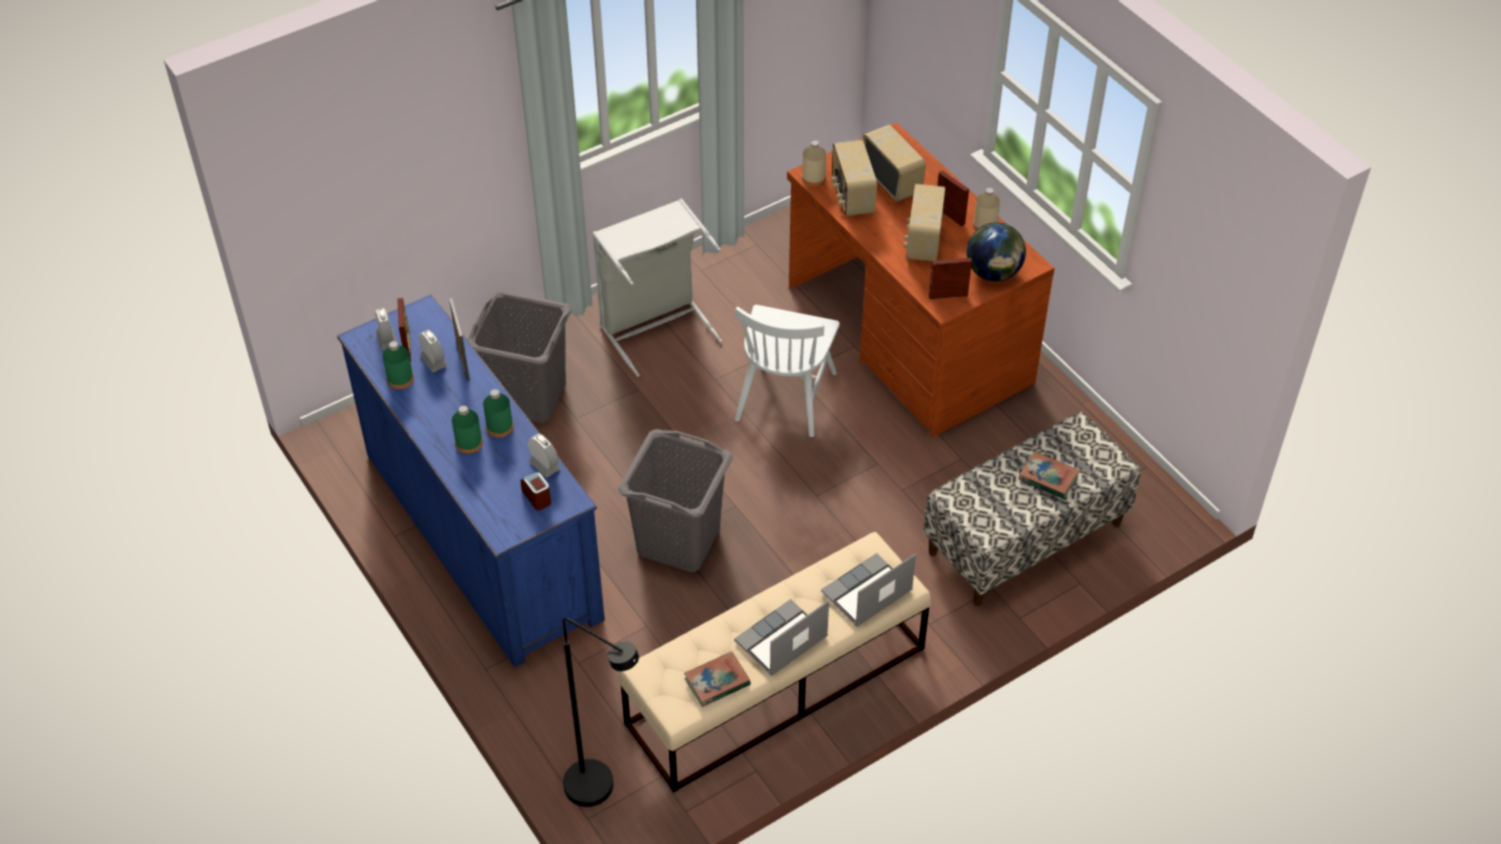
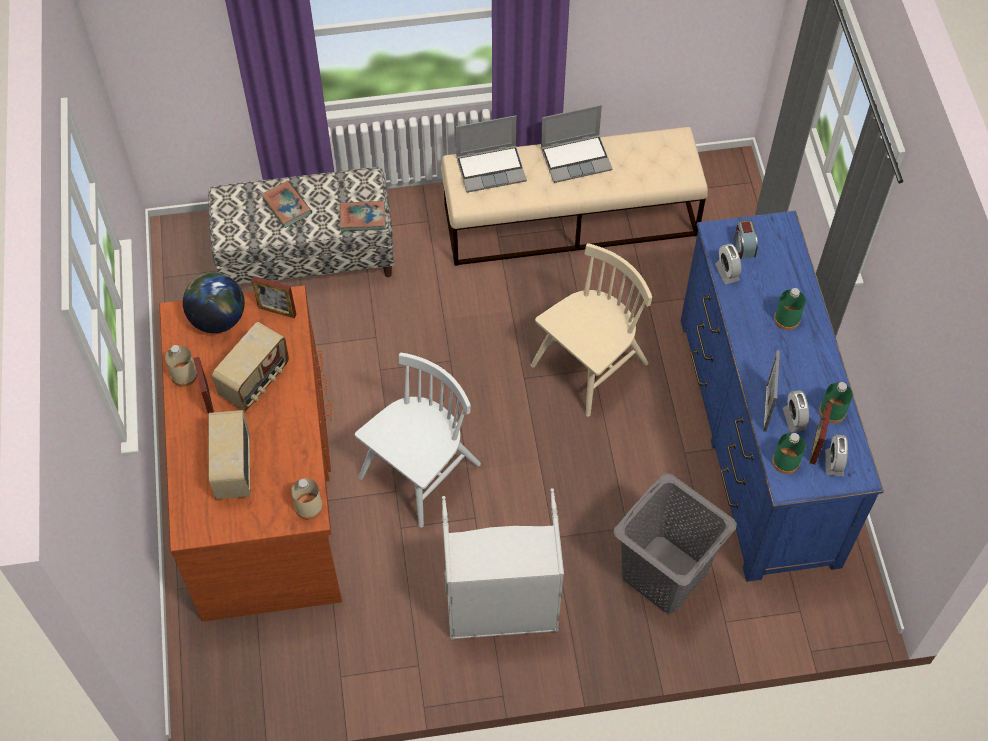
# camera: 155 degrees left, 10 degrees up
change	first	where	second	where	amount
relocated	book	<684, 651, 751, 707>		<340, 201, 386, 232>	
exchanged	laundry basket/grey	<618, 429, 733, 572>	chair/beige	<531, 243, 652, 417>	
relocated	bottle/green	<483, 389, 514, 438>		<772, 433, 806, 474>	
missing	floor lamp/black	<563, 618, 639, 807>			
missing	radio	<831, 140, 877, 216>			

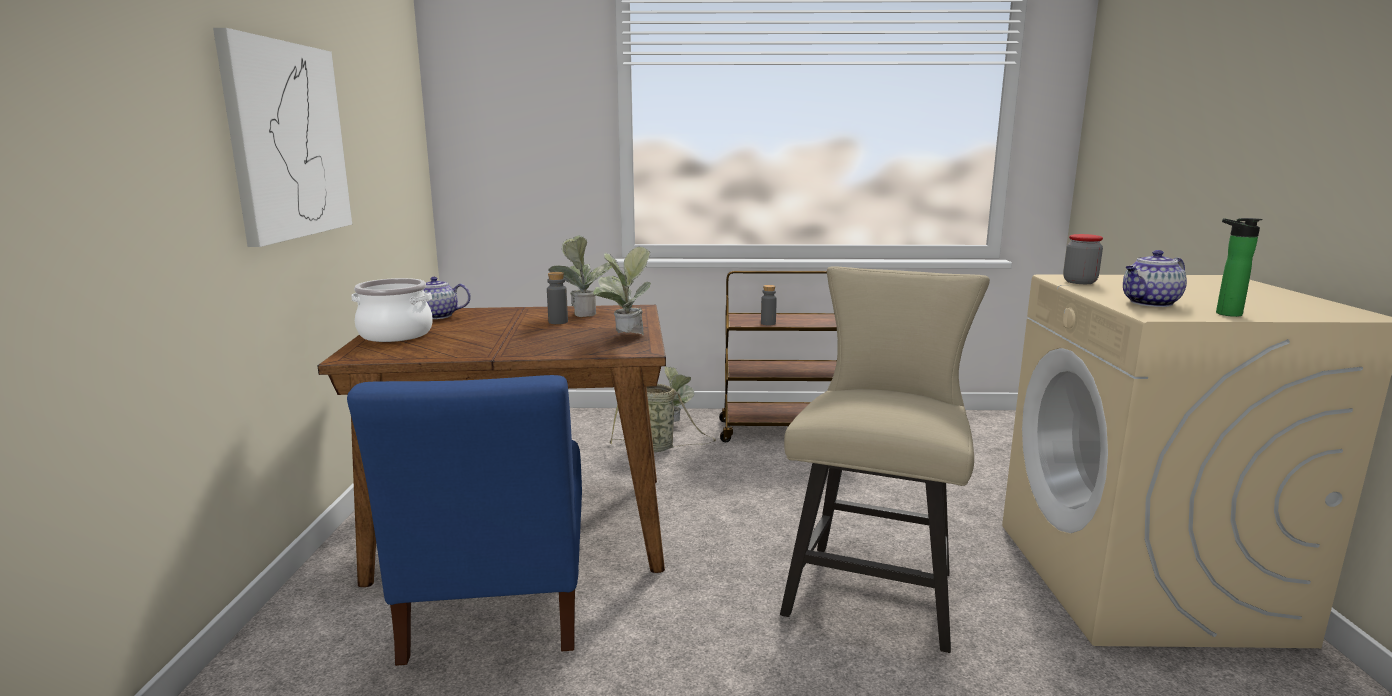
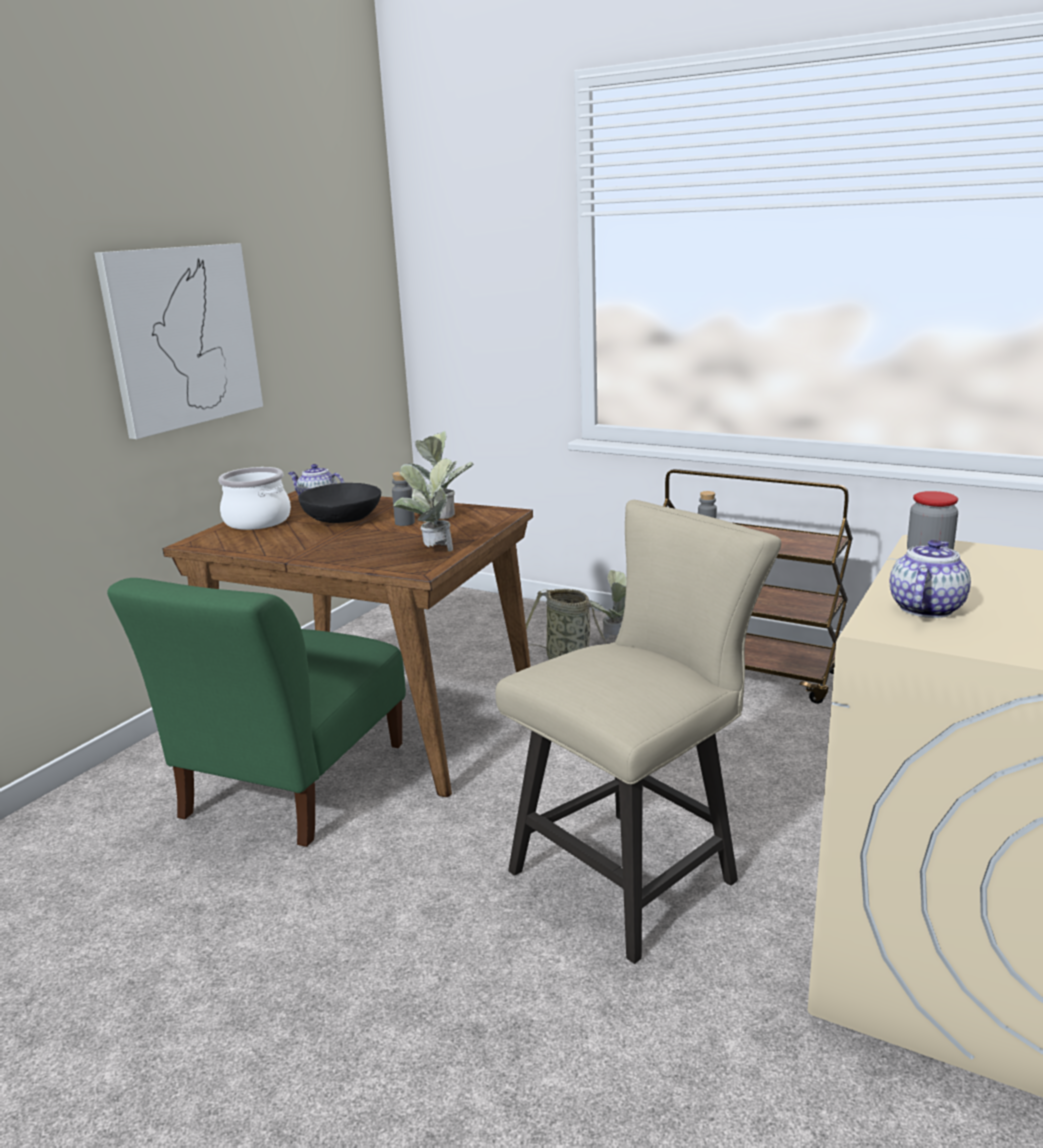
# camera: 30 degrees right, 5 degrees up
change	first	where	second	where	amount
colour	chair/blue	<347, 375, 582, 666>	chair/green	<107, 578, 406, 847>	
appeared			bowl/black	<298, 483, 381, 523>	
spun	teapot	<1123, 250, 1187, 307>		<890, 540, 971, 618>	120 degrees clockwise
missing	bottle	<1216, 218, 1263, 317>			

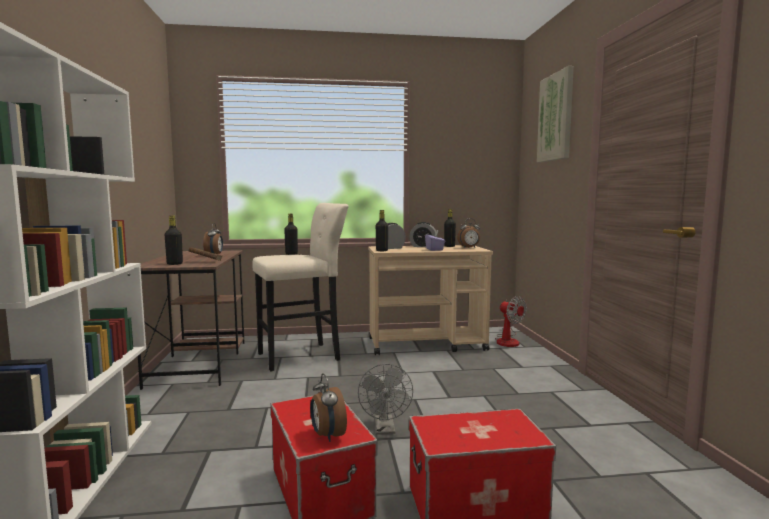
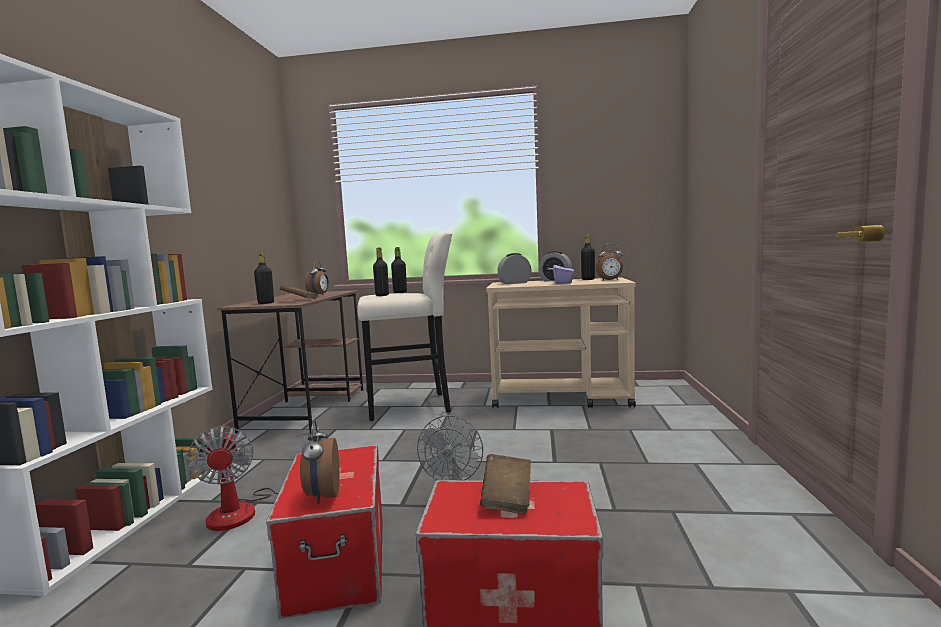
# camera: 15 degrees right, 0 degrees up
change	first	where	second	where	amount
relocated	fan	<495, 296, 527, 347>		<187, 426, 312, 531>	
relocated	bottle/black	<376, 210, 388, 251>		<373, 248, 389, 296>	
appeared			book/brown	<480, 454, 531, 514>	
missing	picture	<537, 66, 574, 163>			

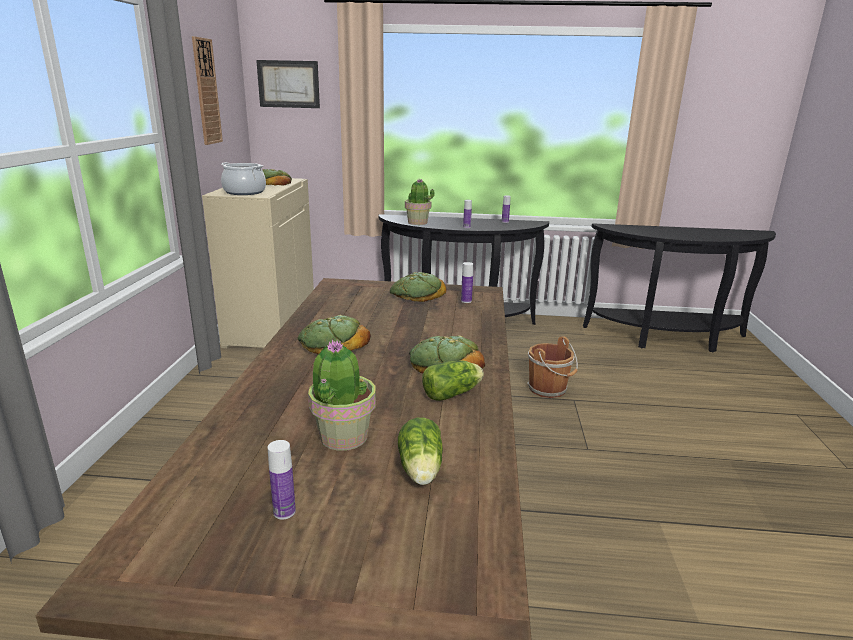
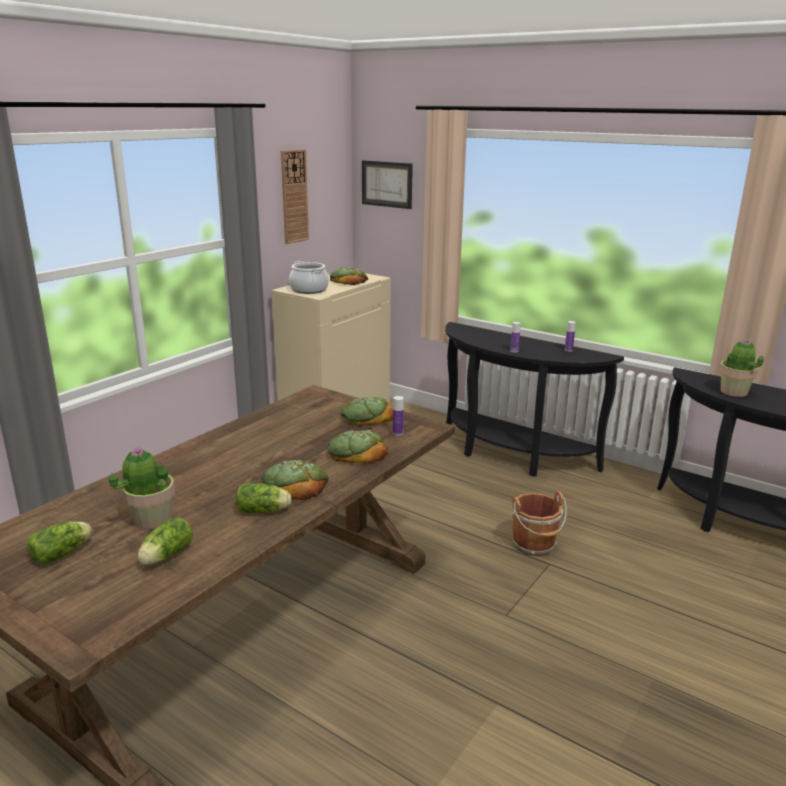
# camera: 30 degrees right, 0 degrees up
change	first	where	second	where	amount
exchanged	bottle	<268, 440, 296, 520>	lettuce	<27, 521, 92, 564>	
relocated	bread	<298, 315, 371, 354>		<328, 430, 388, 463>	
relocated	potted plant	<405, 179, 435, 225>		<719, 339, 764, 397>	

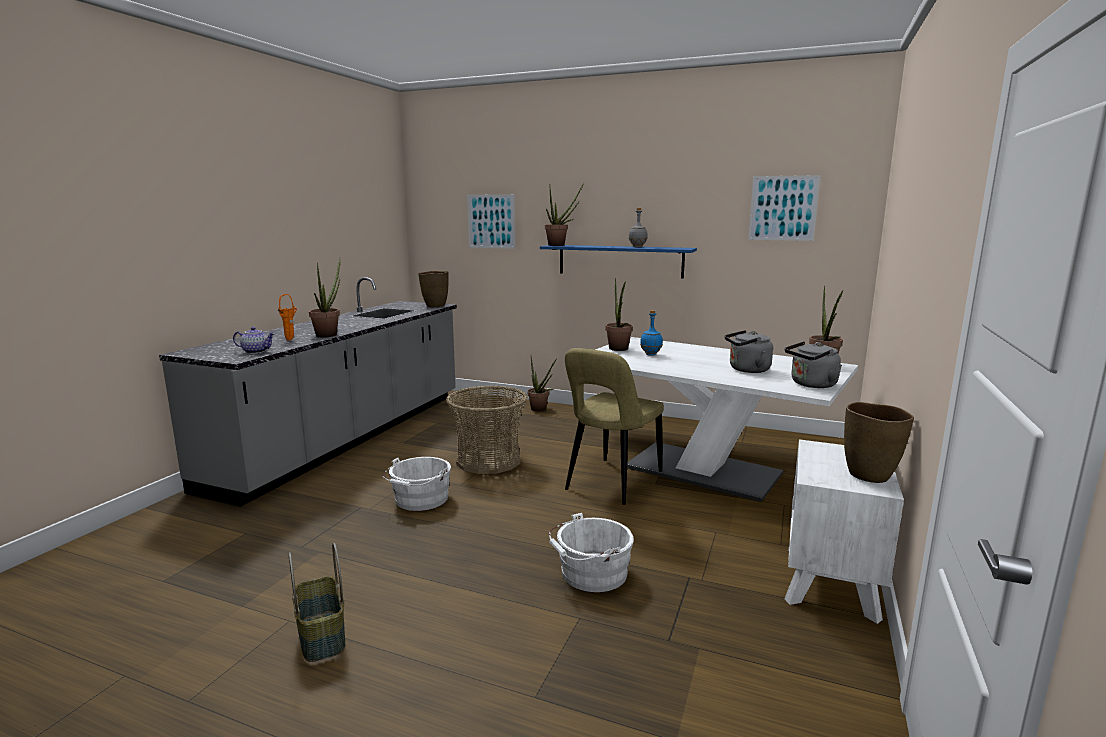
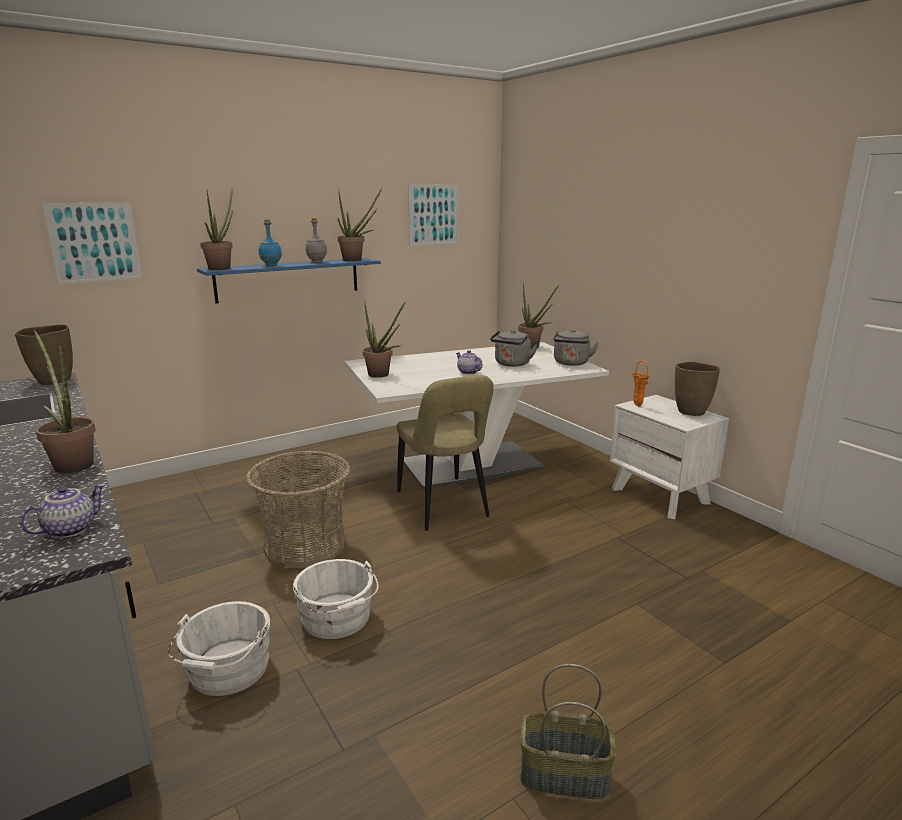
# camera: 55 degrees left, 5 degrees up
change	first	where	second	where	amount
relocated	bucket/white	<549, 513, 634, 592>		<168, 601, 270, 696>	
relocated	bottle/blue	<640, 310, 663, 356>		<259, 219, 282, 266>	
relocated	potted plant	<528, 357, 557, 411>		<337, 188, 382, 261>	
appeared			teapot	<456, 350, 483, 374>	
relocated	vase/orange	<278, 294, 297, 341>		<632, 360, 649, 407>	

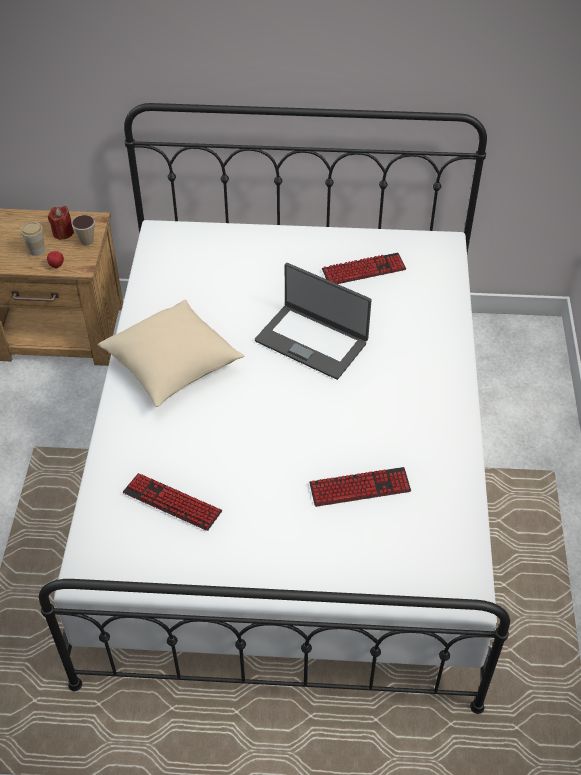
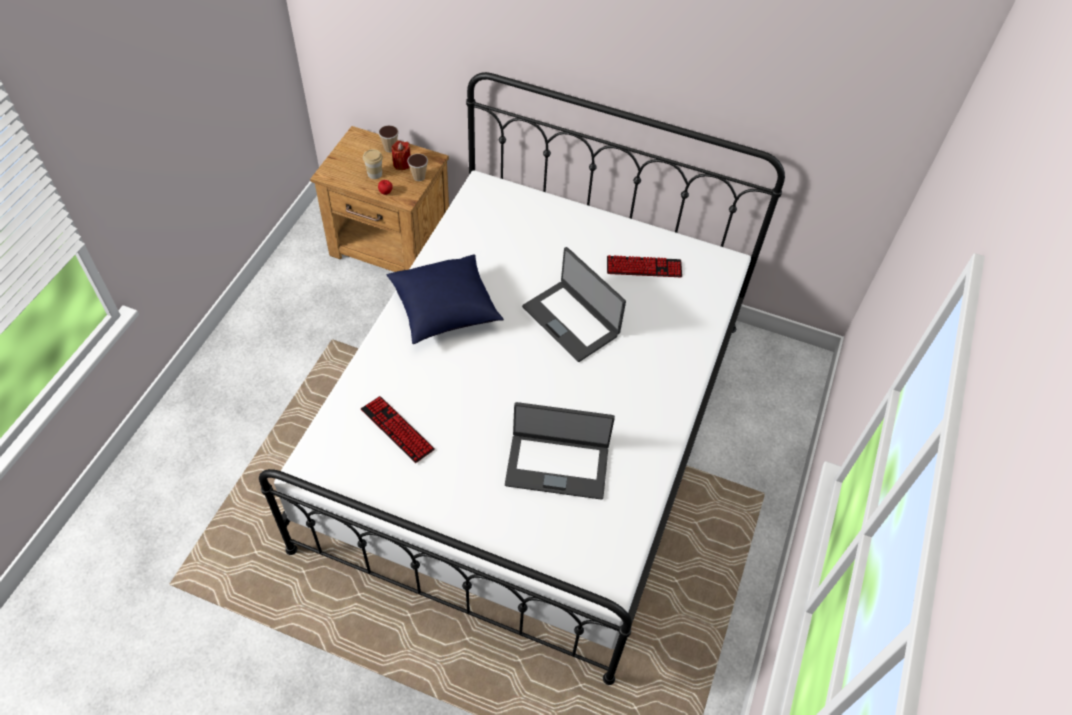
# camera: 15 degrees right, 5 degrees up
change	first	where	second	where	amount
appeared			cup	<378, 125, 399, 152>	
colour	pillow/beige	<97, 300, 244, 407>	pillow/blue	<387, 255, 504, 344>	
exchanged	keyboard	<309, 467, 411, 507>	laptop	<505, 402, 615, 500>	

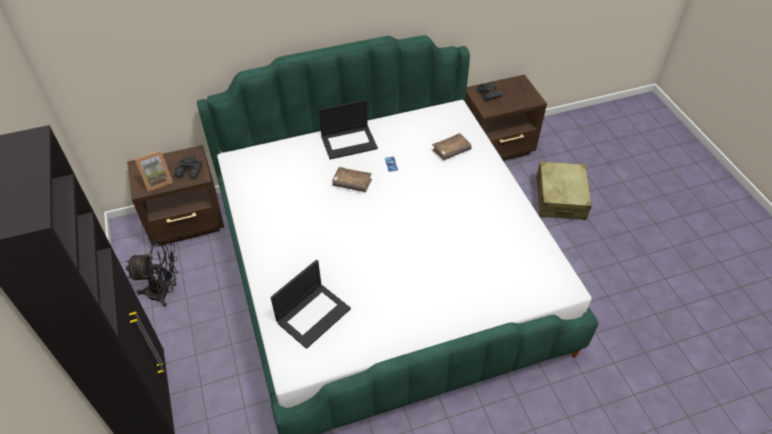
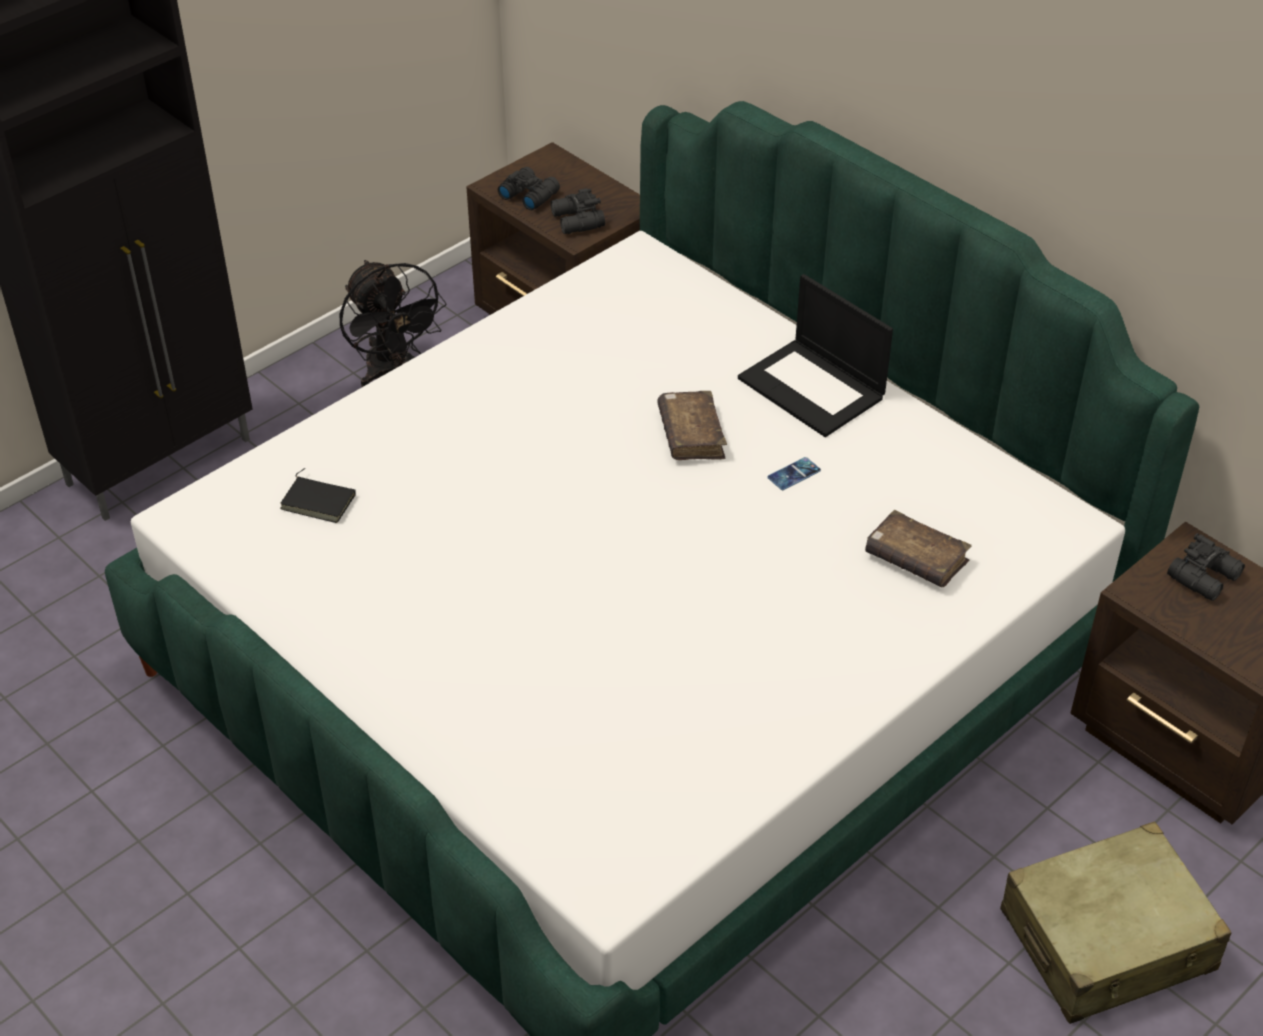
# camera: 65 degrees right, 5 degrees down
change	first	where	second	where	amount
exchanged	laptop	<271, 260, 351, 349>	book/black	<280, 468, 356, 523>	
exchanged	picture frame	<135, 150, 173, 192>	binoculars/black	<498, 167, 560, 210>	

